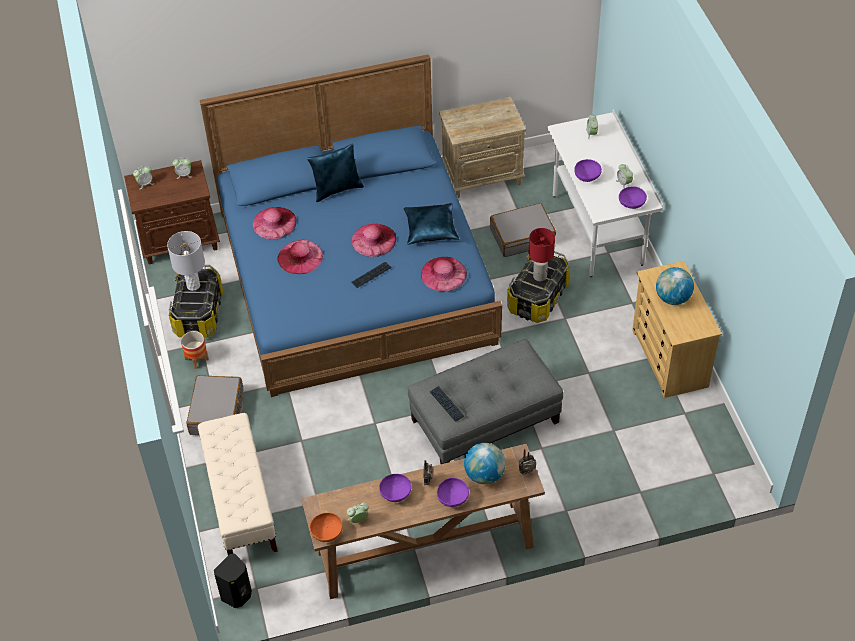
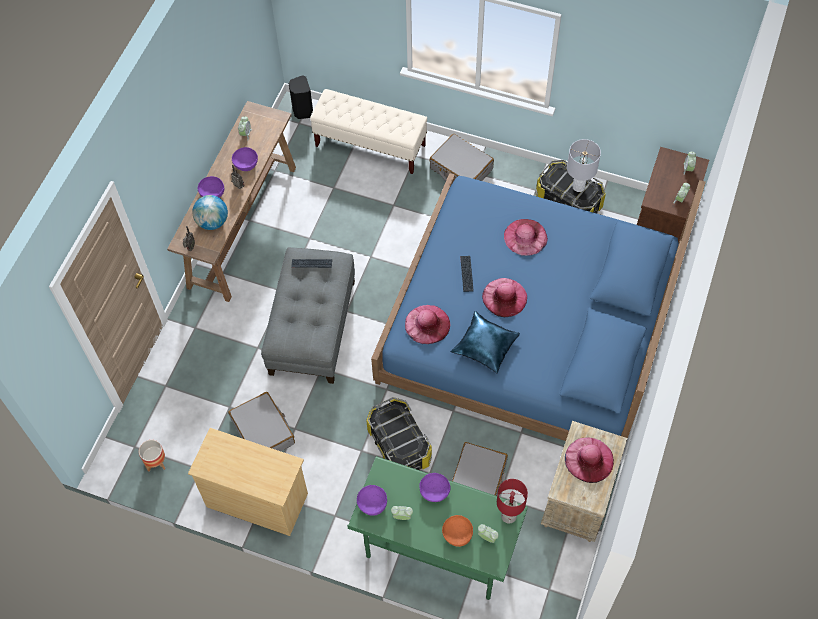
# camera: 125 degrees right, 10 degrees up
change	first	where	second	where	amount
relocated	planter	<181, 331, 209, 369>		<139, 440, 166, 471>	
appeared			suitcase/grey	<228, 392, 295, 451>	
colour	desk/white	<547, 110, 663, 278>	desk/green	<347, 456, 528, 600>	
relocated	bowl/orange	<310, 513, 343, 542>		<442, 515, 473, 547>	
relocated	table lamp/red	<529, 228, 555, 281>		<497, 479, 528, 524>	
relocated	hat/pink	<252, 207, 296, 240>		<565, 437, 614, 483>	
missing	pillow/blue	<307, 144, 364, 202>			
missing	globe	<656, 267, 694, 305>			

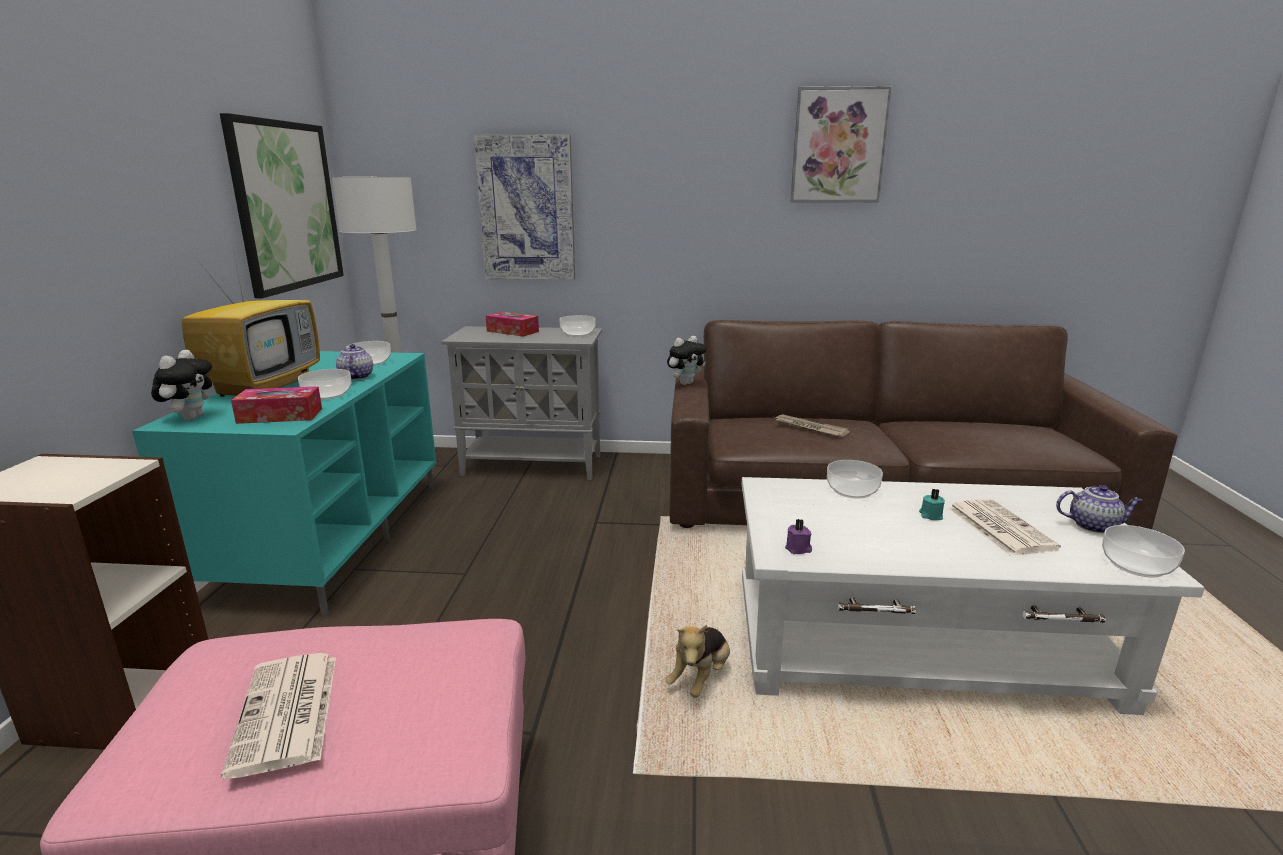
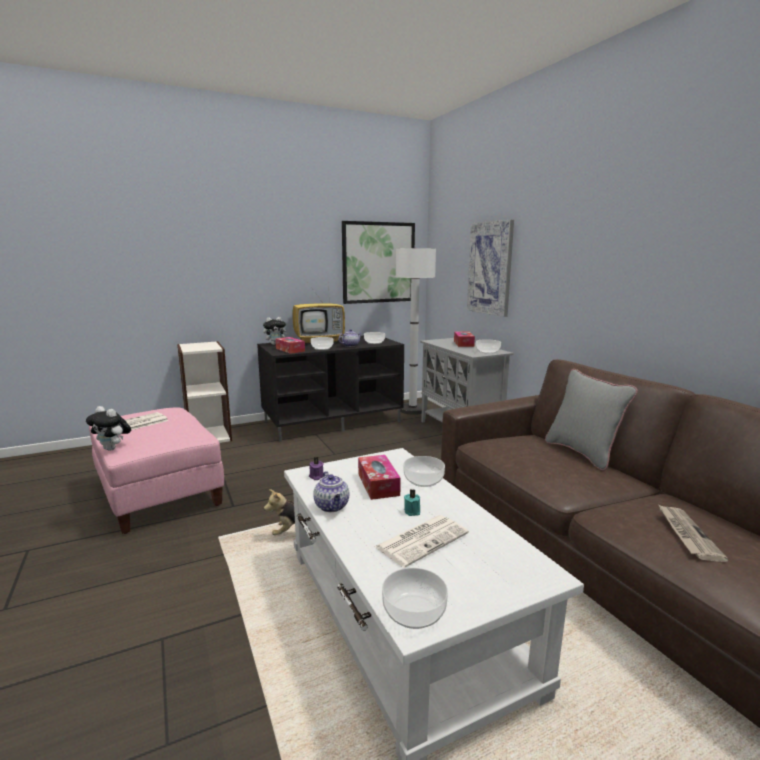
# camera: 60 degrees right, 5 degrees down
change	first	where	second	where	amount
relocated	plush toy	<667, 336, 707, 385>		<86, 406, 131, 451>	
colour	tv stand/turquoise	<132, 351, 436, 616>	tv stand/black	<257, 336, 404, 442>	
relocated	teapot	<1056, 485, 1143, 533>		<313, 471, 350, 512>	
appeared			tissue box	<358, 455, 401, 500>	
appeared			pillow/grey	<545, 369, 638, 471>	
relocated	newspaper	<775, 414, 850, 437>		<659, 505, 729, 562>	
missing	picture	<790, 86, 892, 202>			

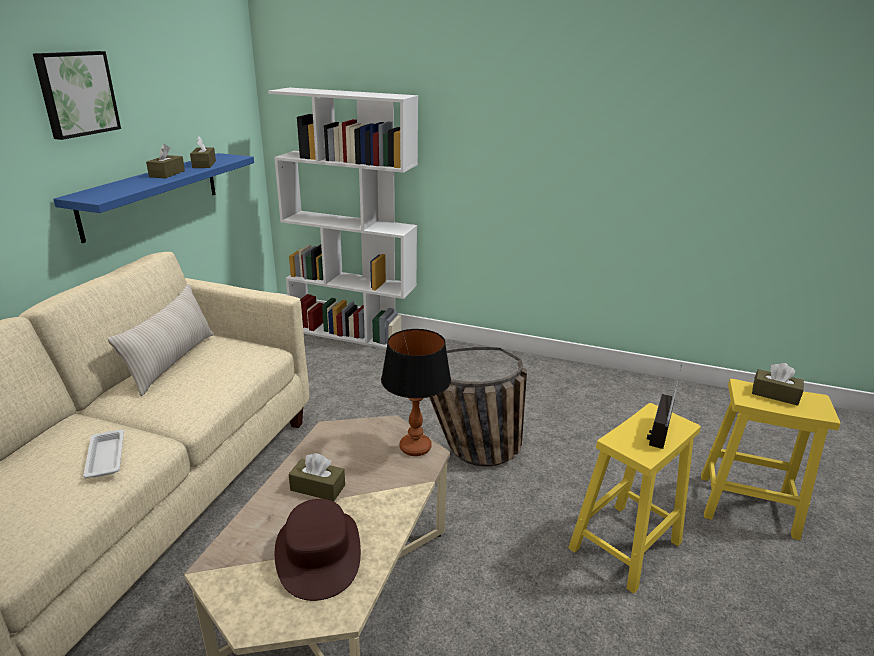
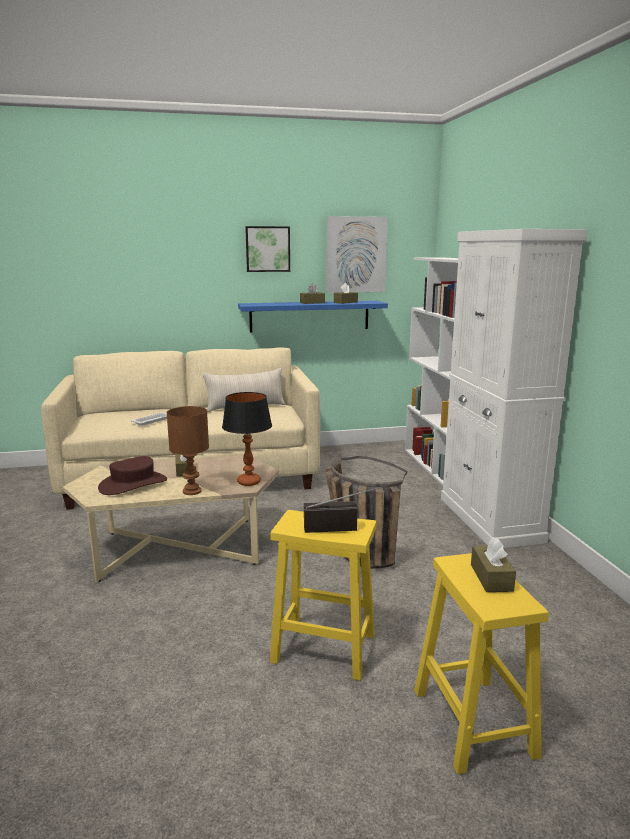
# camera: 60 degrees right, 10 degrees down
change	first	where	second	where	amount
appeared			table lamp/brown	<167, 406, 209, 495>	
appeared			picture	<326, 216, 388, 293>	
appeared			cabinet/white	<441, 229, 588, 548>	

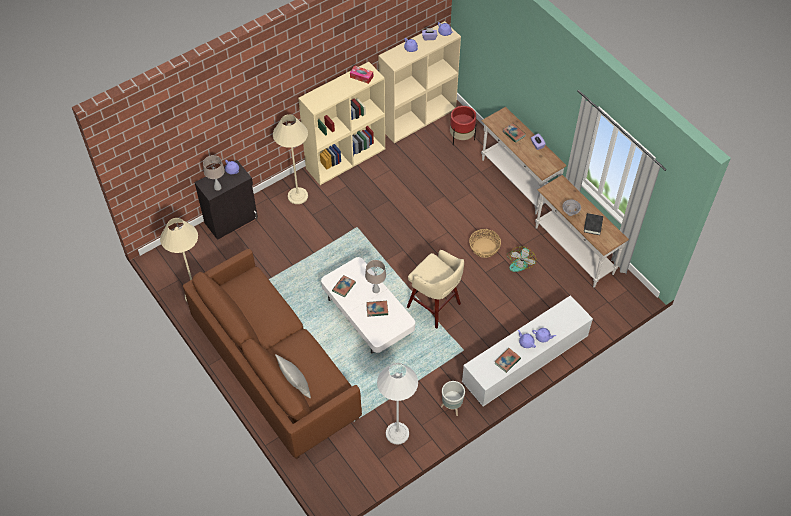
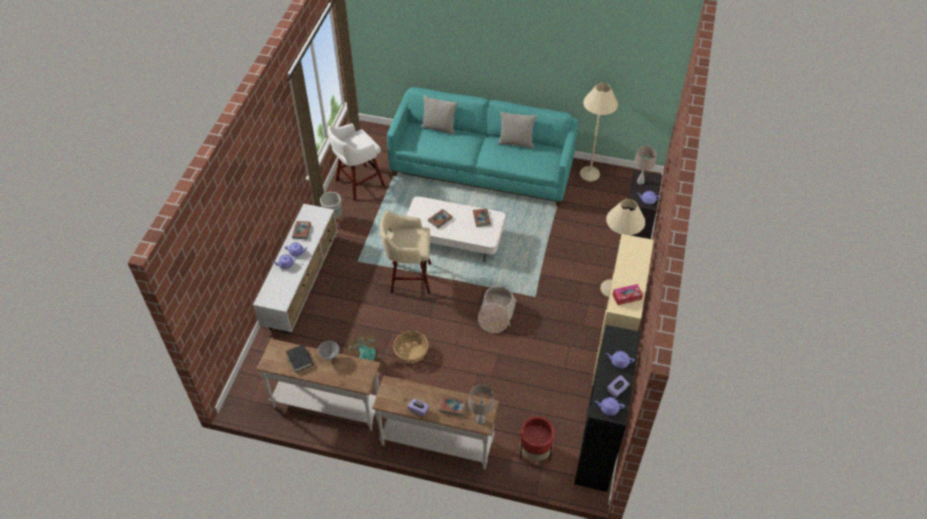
# camera: 140 degrees right, 5 degrees down
change	first	where	second	where	amount
exchanged	floor lamp/white	<377, 363, 418, 445>	stool/white	<328, 123, 385, 201>	
colour	sofa/brown	<183, 249, 362, 459>	sofa/turquoise	<387, 87, 578, 206>	
relocated	table lamp/beige	<365, 260, 386, 293>		<468, 385, 494, 424>	
appeared			basket	<478, 286, 517, 333>	
appeared			pillow/grey	<498, 112, 537, 149>	
colour	bookcase/beige	<378, 21, 461, 143>	bookcase/black	<574, 325, 641, 492>	

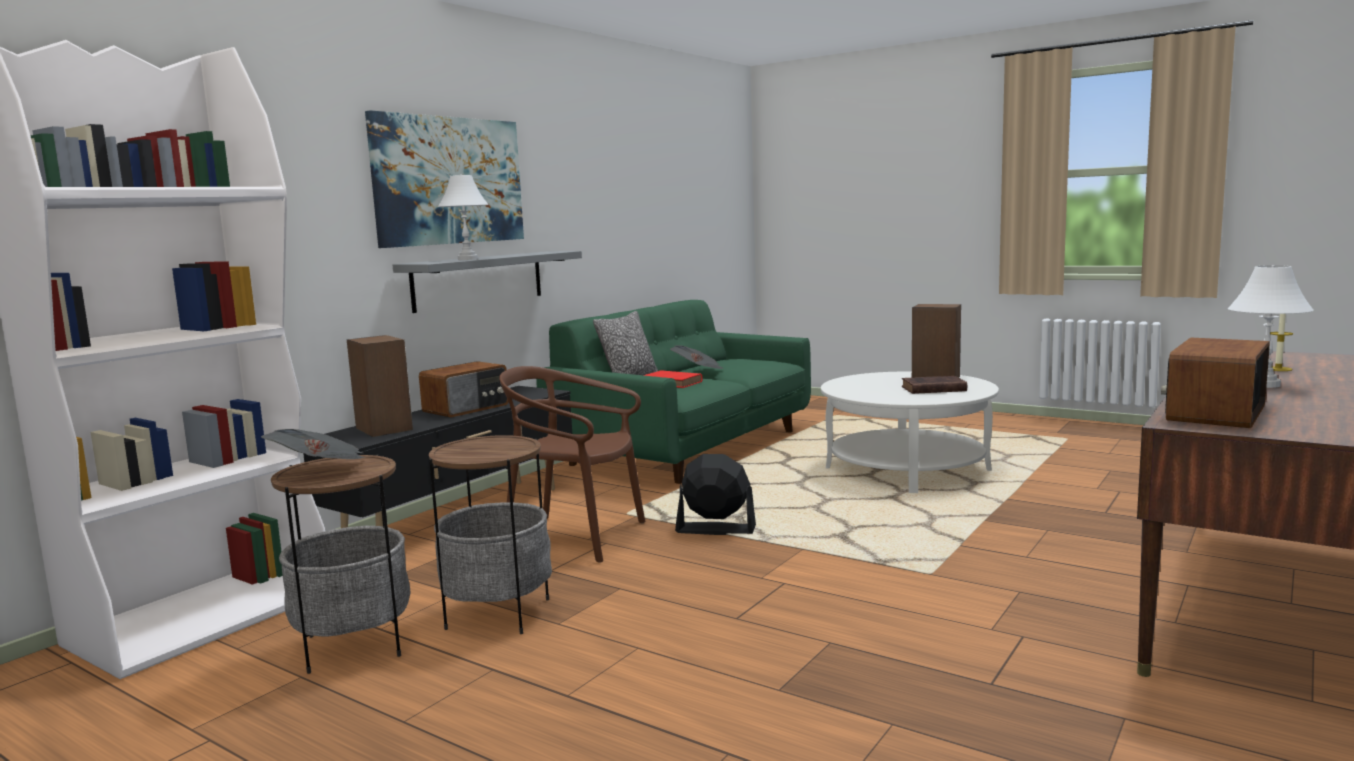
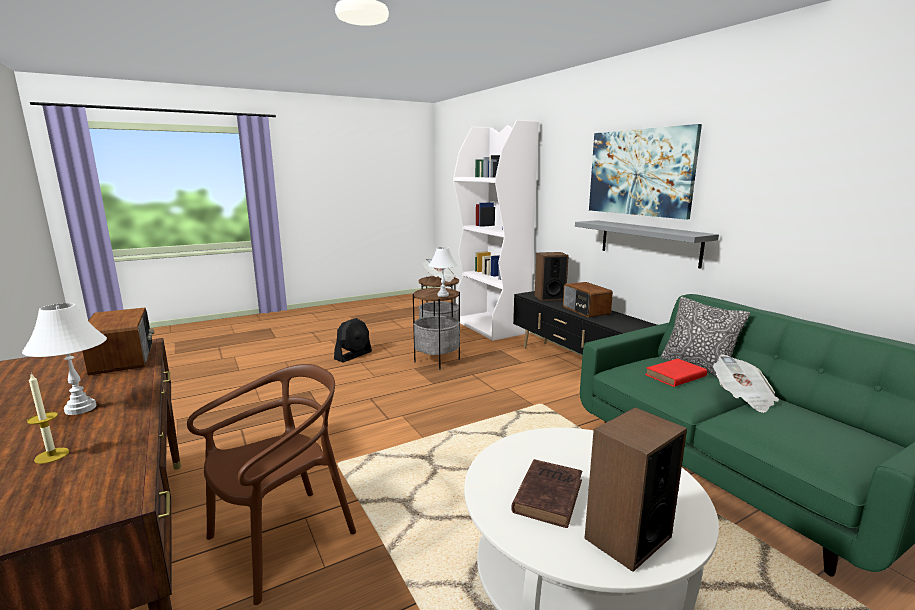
# camera: 115 degrees right, 5 degrees up
change	first	where	second	where	amount
relocated	chair/brown	<499, 366, 646, 563>		<187, 364, 356, 605>	
relocated	fan/black	<675, 454, 756, 535>		<334, 318, 372, 362>	
relocated	table lamp/white	<438, 175, 489, 260>		<428, 247, 458, 297>	

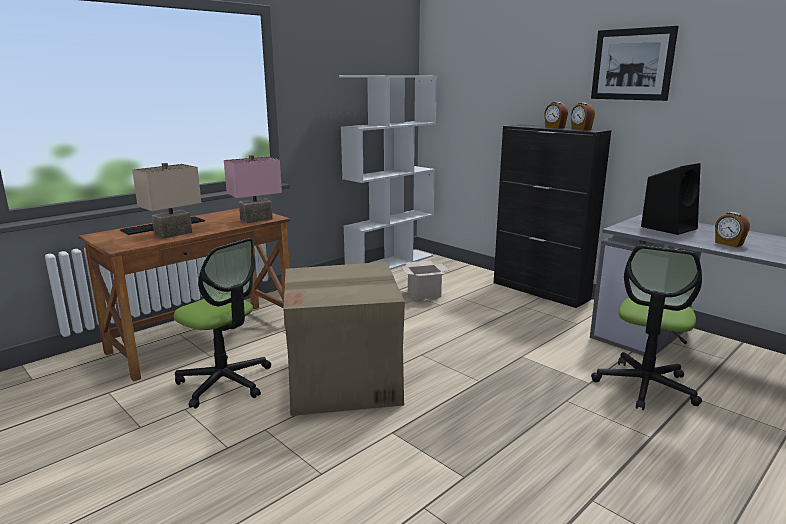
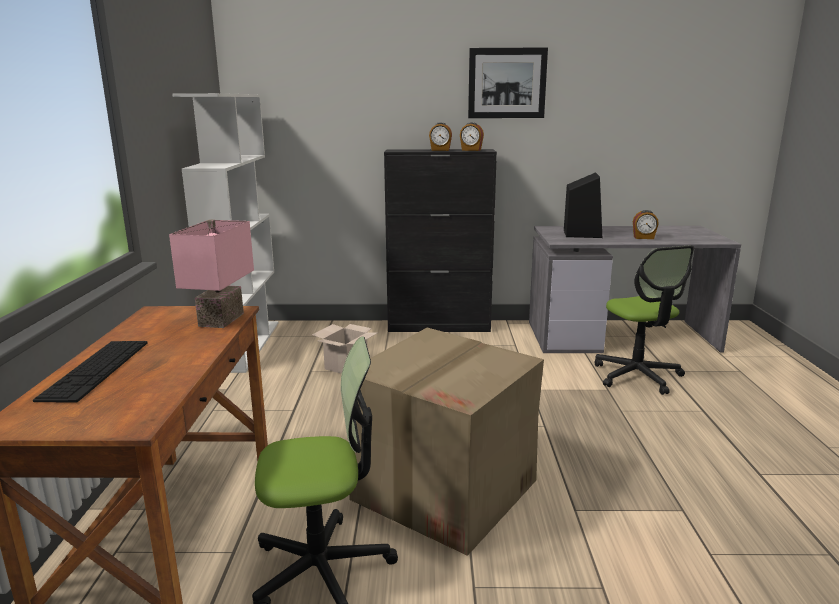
# camera: 45 degrees left, 0 degrees up
change	first	where	second	where	amount
missing	table lamp/beige	<132, 163, 201, 239>			

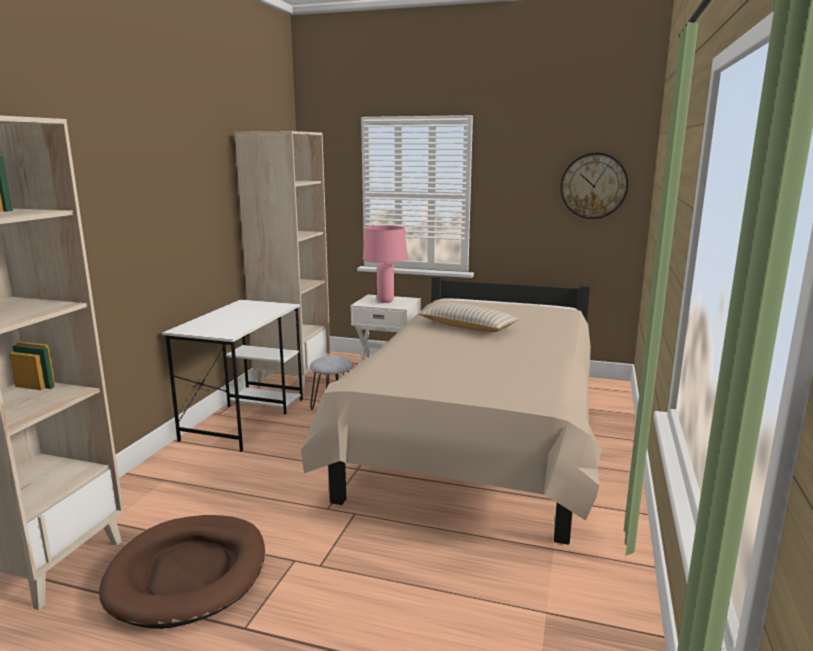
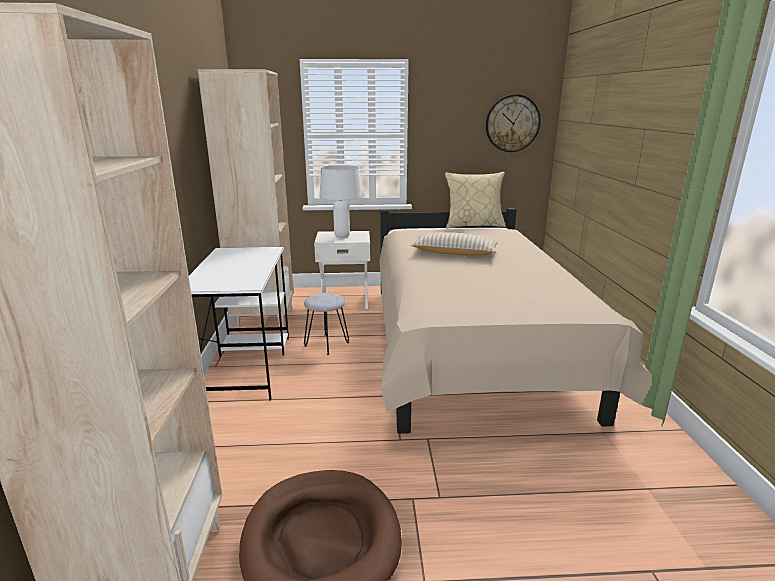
# camera: 20 degrees left, 5 degrees up
change	first	where	second	where	amount
colour	table lamp/pink	<363, 225, 408, 303>	table lamp/white	<320, 165, 362, 238>	
appeared			pillow/beige	<445, 172, 506, 228>	

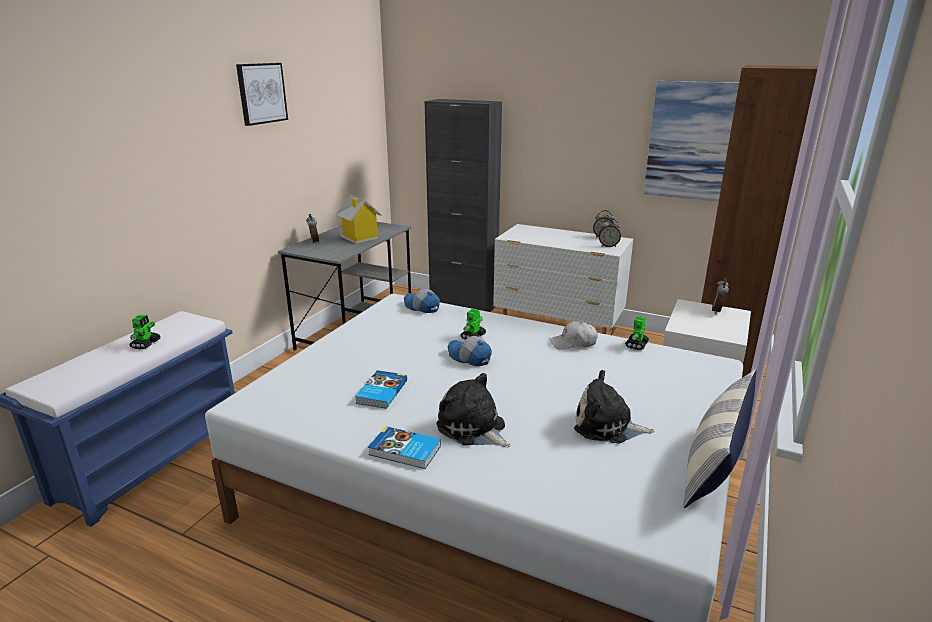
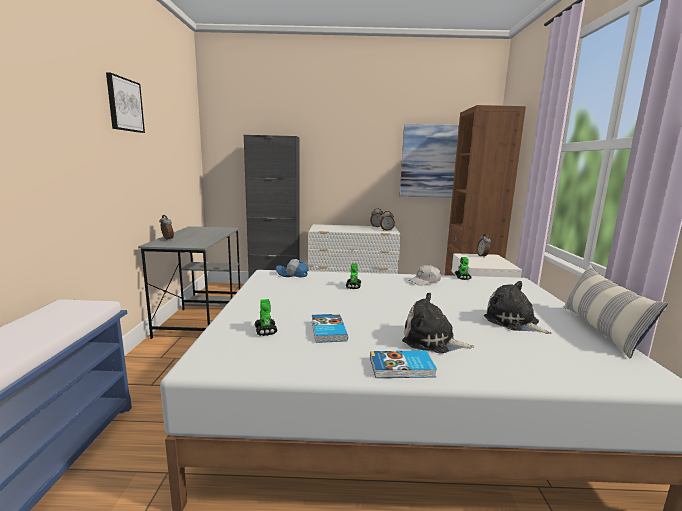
# camera: 25 degrees left, 10 degrees down
change	first	where	second	where	amount
relocated	toy robot	<130, 314, 161, 350>		<255, 299, 278, 336>	
spun	plush toy	<574, 370, 655, 444>		<484, 281, 552, 334>	60 degrees clockwise
missing	toy house	<335, 195, 382, 244>			
missing	cap	<447, 336, 492, 366>			

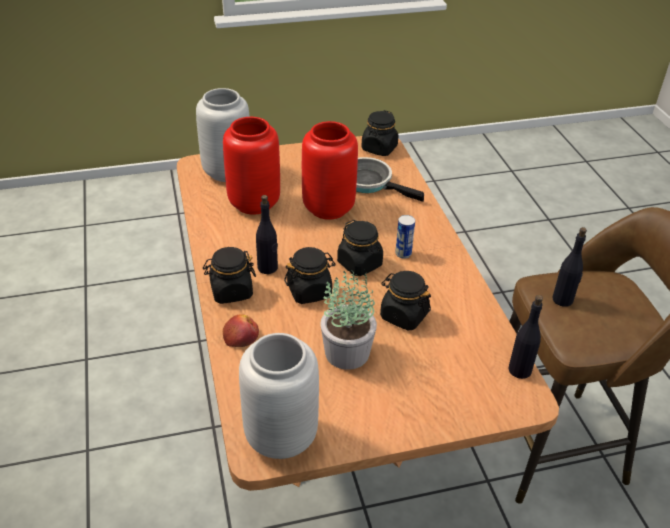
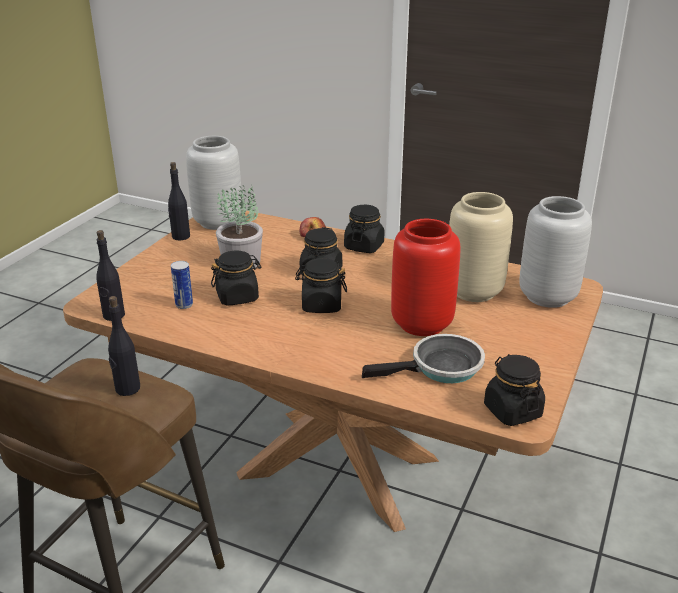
# camera: 130 degrees right, 10 degrees down
change	first	where	second	where	amount
relocated	bottle/black	<256, 195, 278, 274>		<168, 162, 190, 240>	
relocated	can	<395, 215, 415, 259>		<171, 261, 193, 309>	
colour	vase/red	<223, 117, 280, 215>	vase/beige	<449, 192, 513, 302>	

